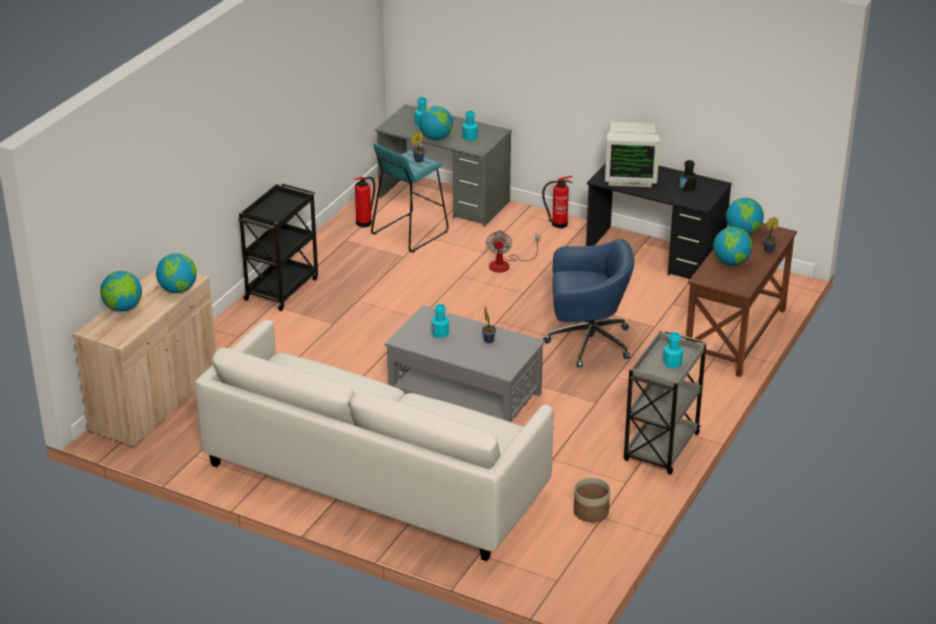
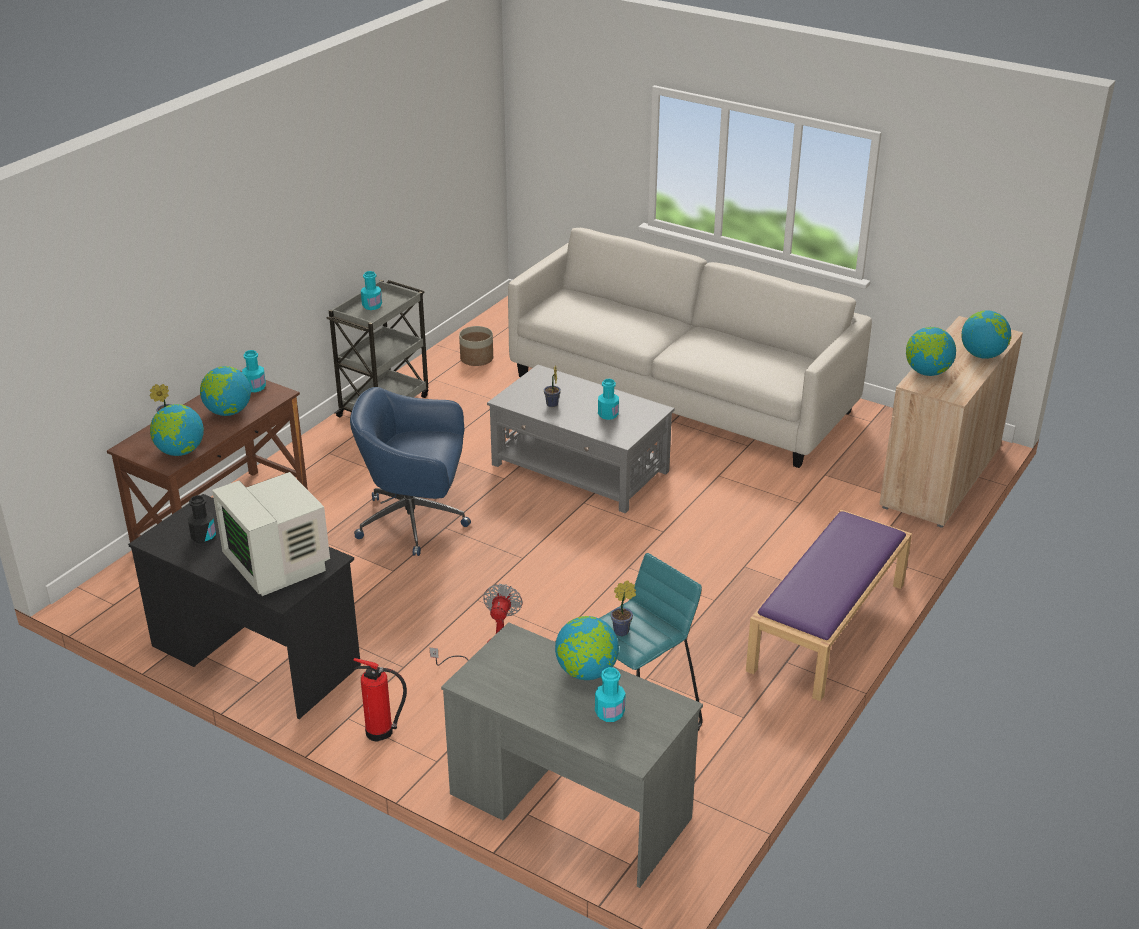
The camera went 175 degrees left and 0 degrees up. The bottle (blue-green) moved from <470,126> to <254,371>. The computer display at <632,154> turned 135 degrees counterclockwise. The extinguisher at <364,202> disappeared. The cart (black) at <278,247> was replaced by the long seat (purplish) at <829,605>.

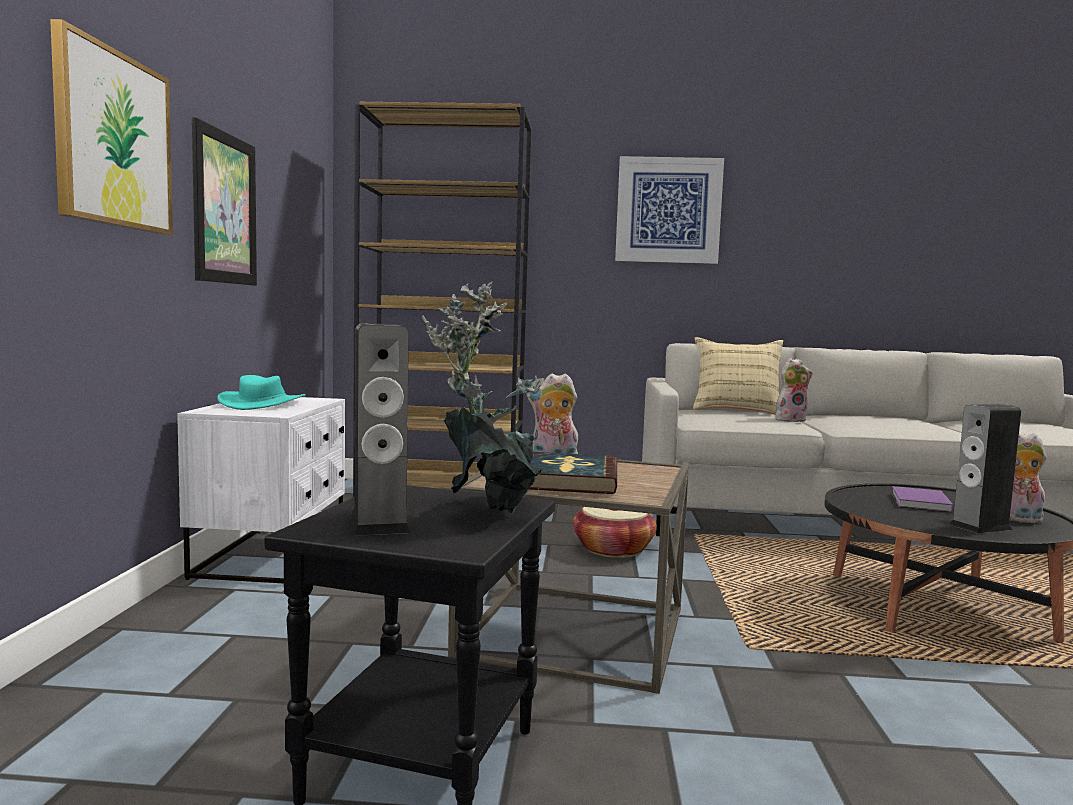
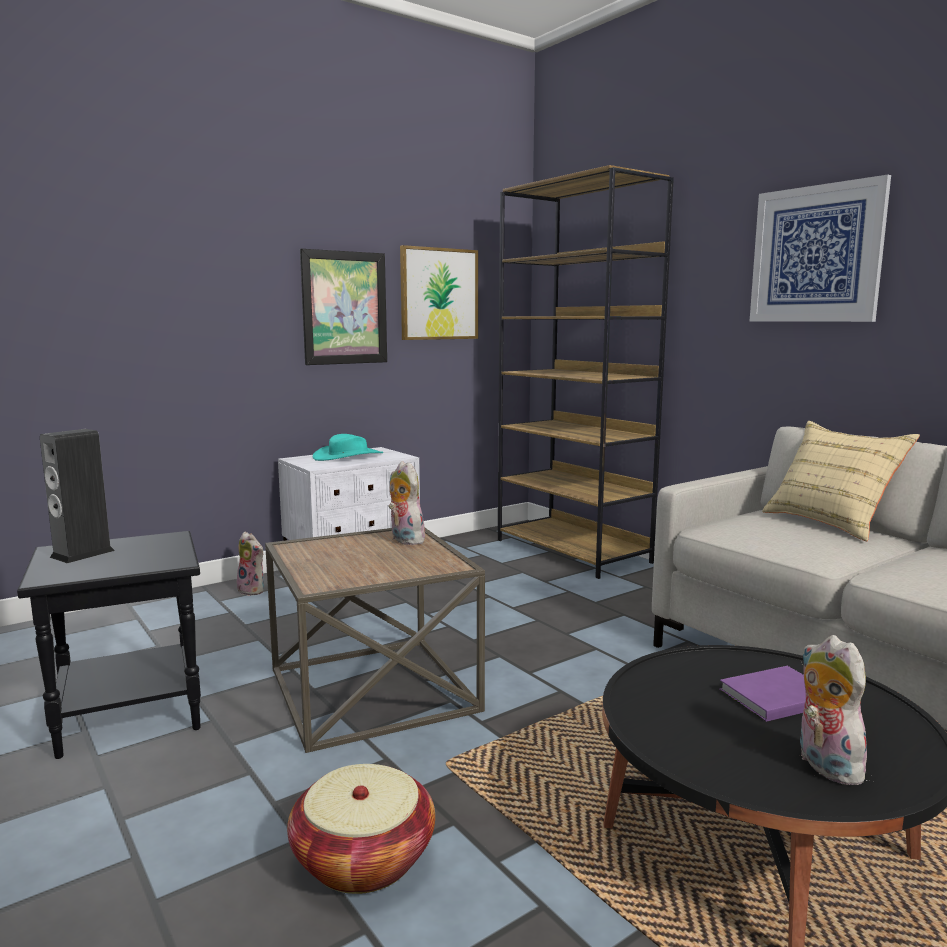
The camera went 50 degrees right and 5 degrees up. The wall picture moved from <111,127> to <439,292>. The plant in a pot at <483,397> disappeared. The cuddly toy moved from <794,390> to <250,564>. The loudspeaker at <985,469> disappeared. The volume at <572,473> disappeared. The household basket moved from <615,532> to <361,829>.

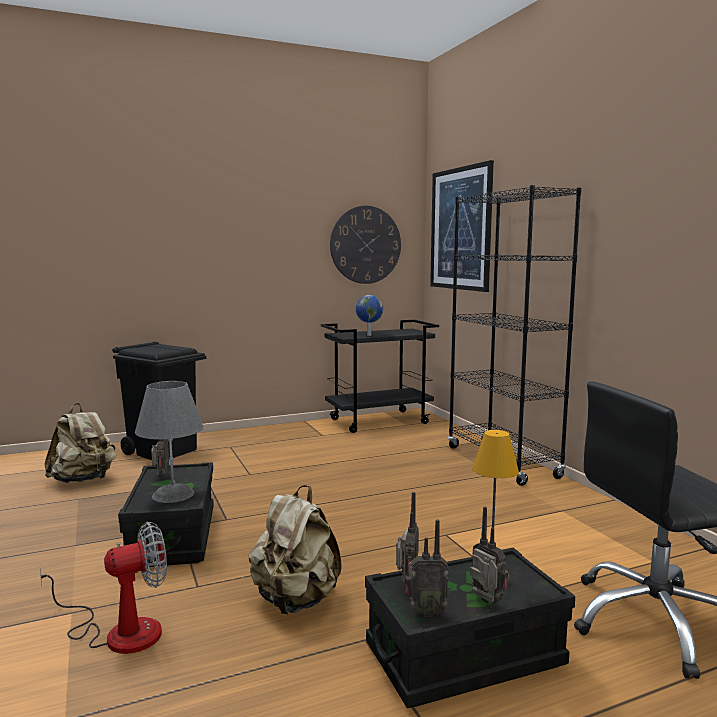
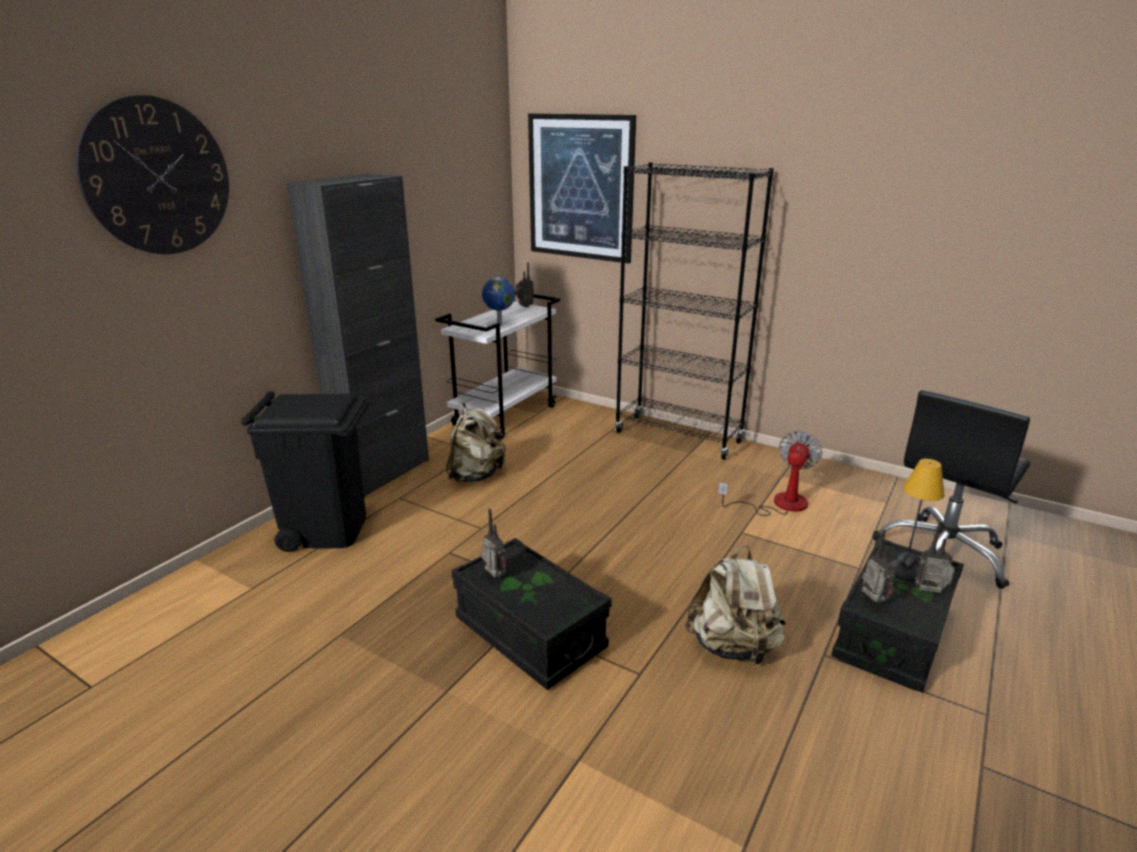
The camera went 35 degrees left and 15 degrees up. The hanging clock moved from <365,245> to <152,174>. The cart (black) at <380,376> became the cart (white-coloured) at <497,365>. The table lamp (grey) at <169,442> disappeared. The backpack (beige) moved from <80,443> to <476,442>. The radio moved from <427,568> to <525,284>. The cooling fan moved from <103,587> to <770,473>. The cabinet (black) at <358,336> appeared.

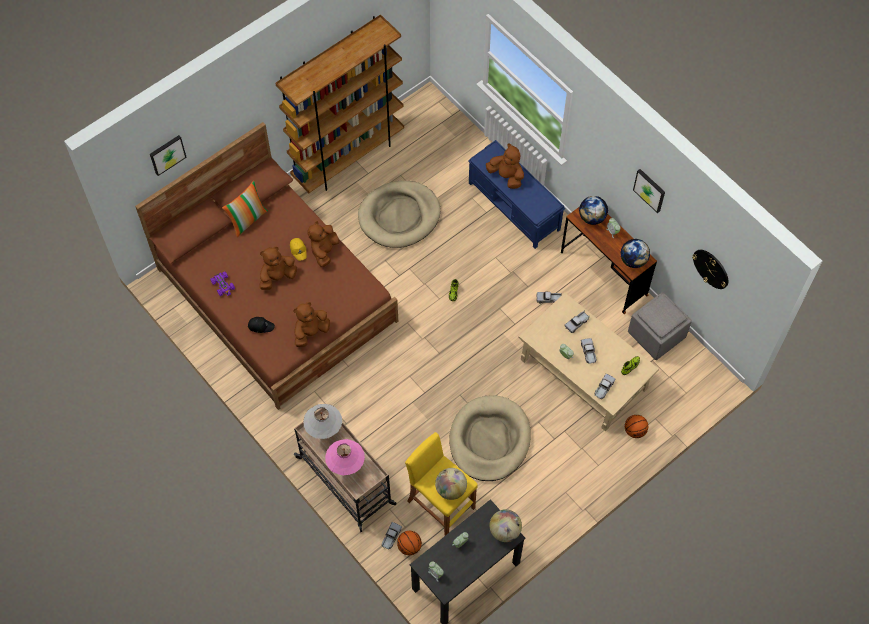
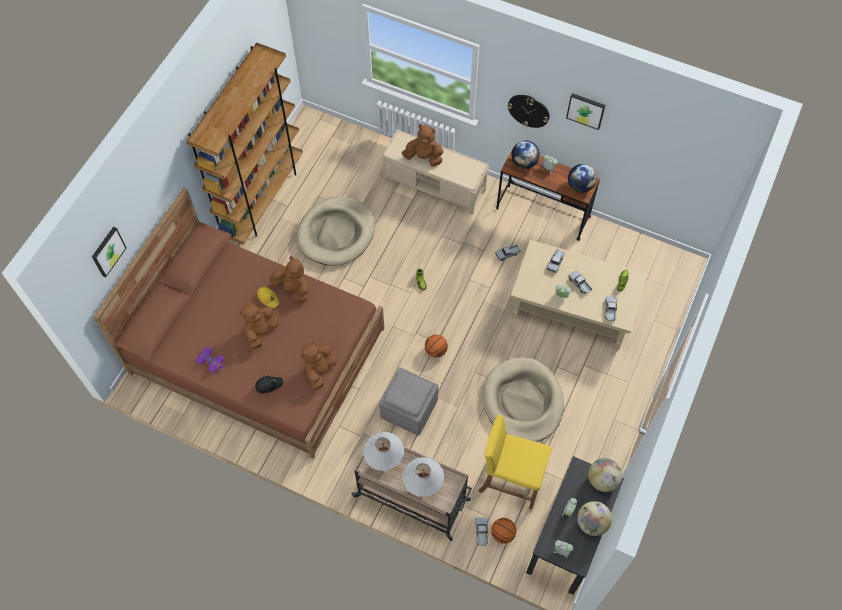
The camera went 25 degrees left and 0 degrees up. The long seat (blue-coloured) at <516,194> became the long seat (beige) at <435,172>. The pillow at <245,209> disappeared. The cuddly toy (brownish) at <323,244> turned 135 degrees clockwise. The hanging clock moved from <710,269> to <528,111>. The footrest (grey) moved from <660,326> to <409,401>. The basketball moved from <636,426> to <436,346>. The table lamp (pink-coloured) at <345,457> became the table lamp (white-coloured) at <423,477>. The world globe moved from <451,484> to <594,518>.

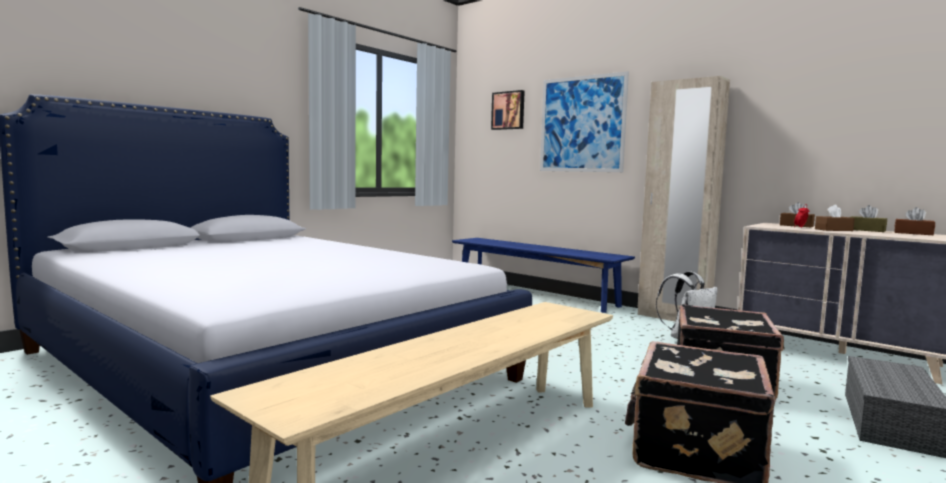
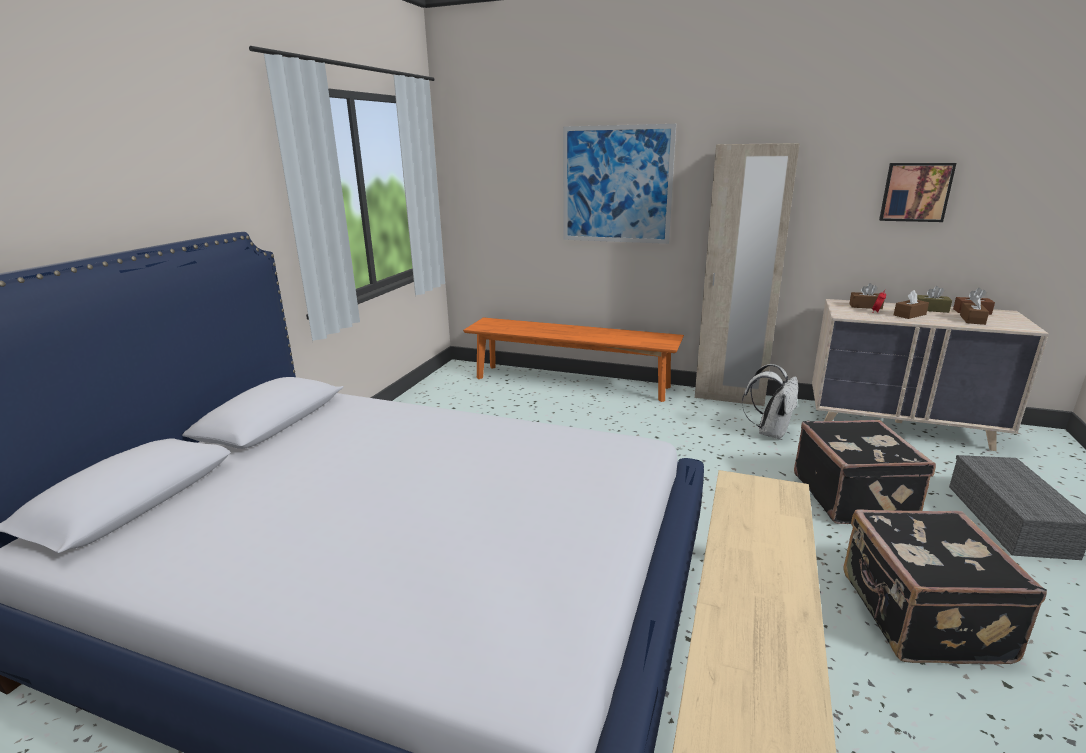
The camera went 20 degrees left and 15 degrees up. The wall picture moved from <508,110> to <917,192>. The long seat (blue-coloured) at <543,275> became the long seat (orangey) at <573,360>. The box of tissues (brownish) at <974,309> appeared.

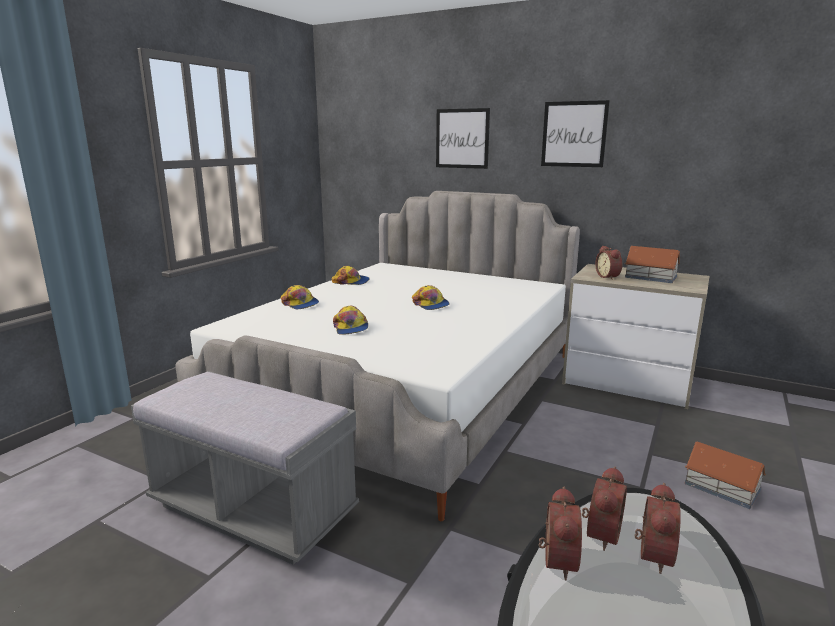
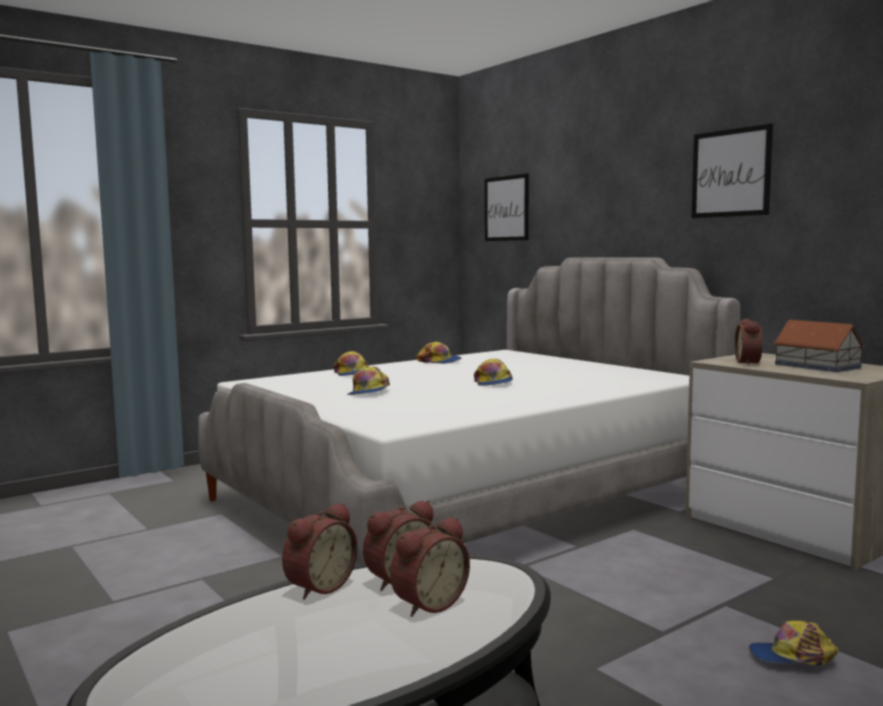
The camera went 25 degrees right and 10 degrees down. The wall picture moved from <463,138> to <507,207>. The long seat (grey) at <245,468> disappeared. The model house at <725,475> was replaced by the peaked cap at <794,643>.

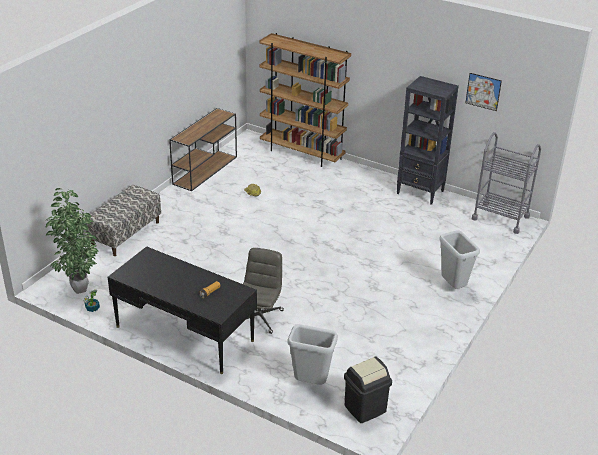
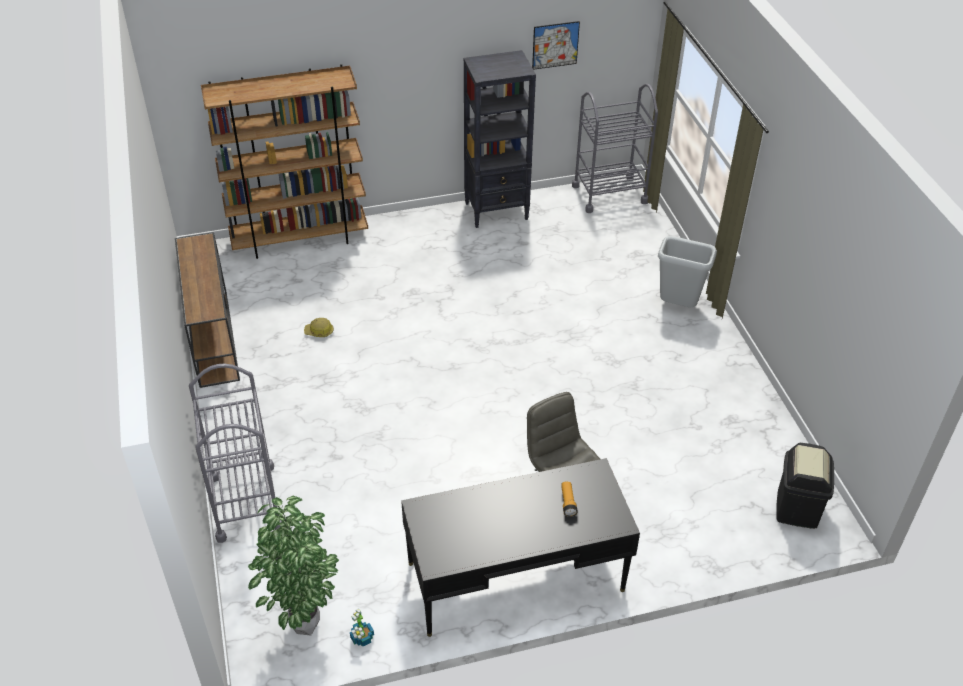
The camera went 45 degrees left and 10 degrees up. The long seat at <123,220> was replaced by the cart (grey) at <235,453>. The rubbish bin (grey) at <313,354> disappeared.

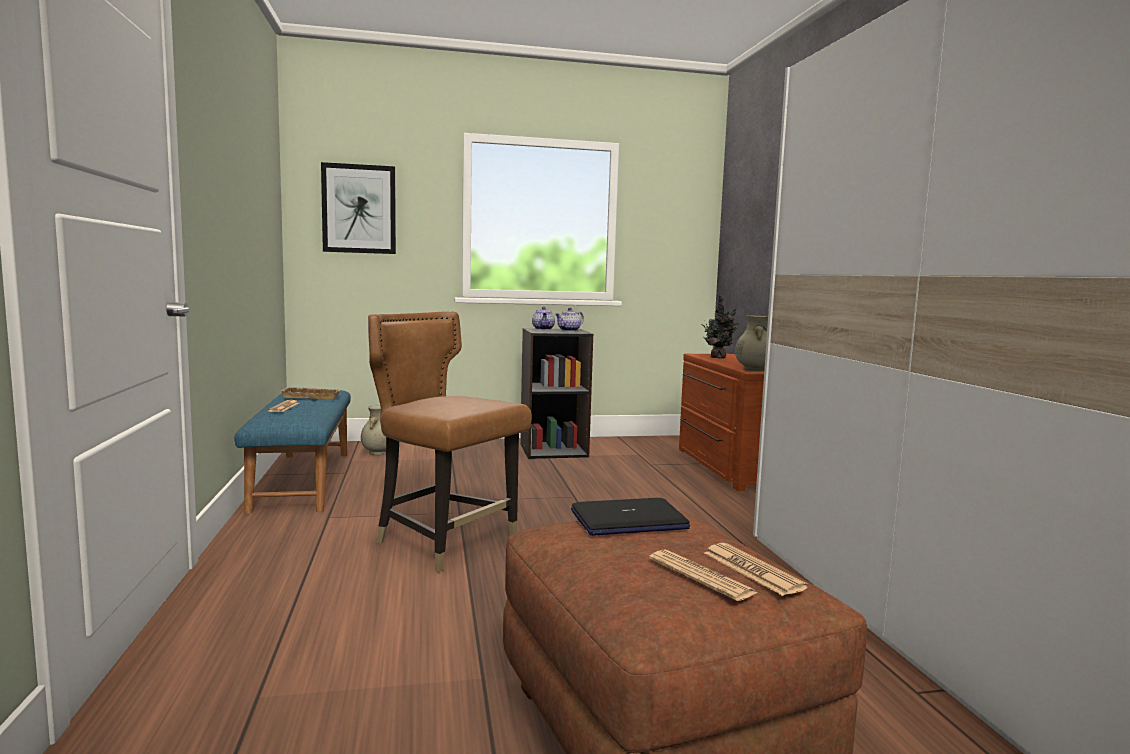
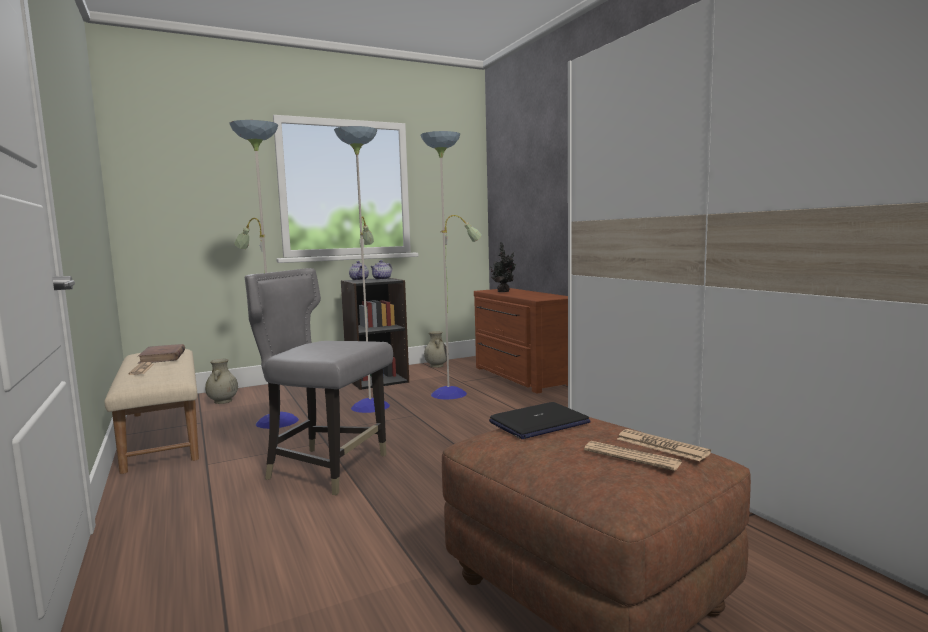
The camera went 15 degrees left and 0 degrees up. The wall picture at <358,208> disappeared. The plain chair (brownish) at <450,442> became the plain chair (grey) at <319,381>. The vase (beige) moved from <751,343> to <436,349>. The tray (beige) at <311,393> was replaced by the volume (brownish) at <161,354>. The long seat (blue-coloured) at <292,452> became the long seat (beige) at <152,411>. The standing lamp at <355,274> appeared.

